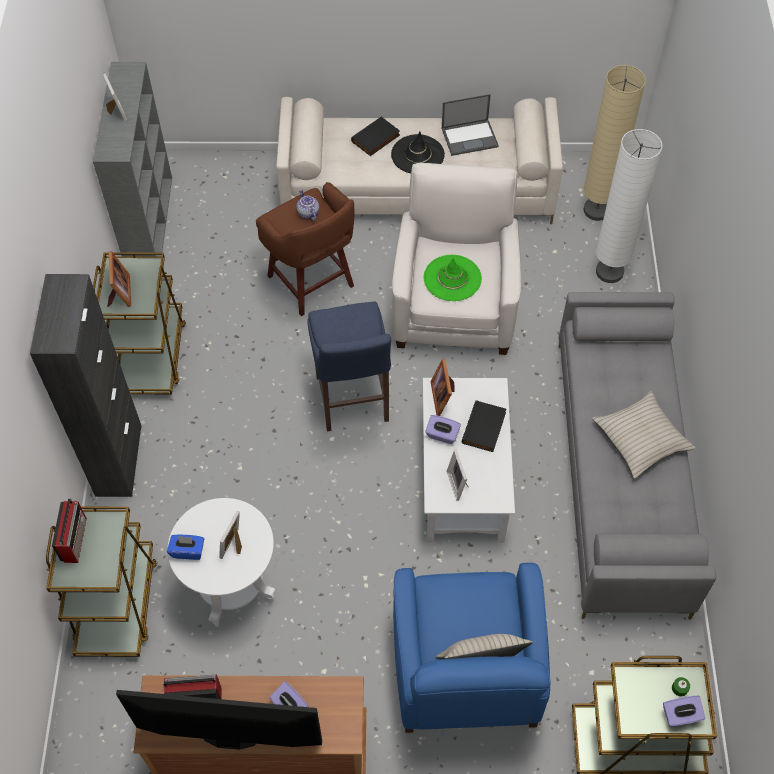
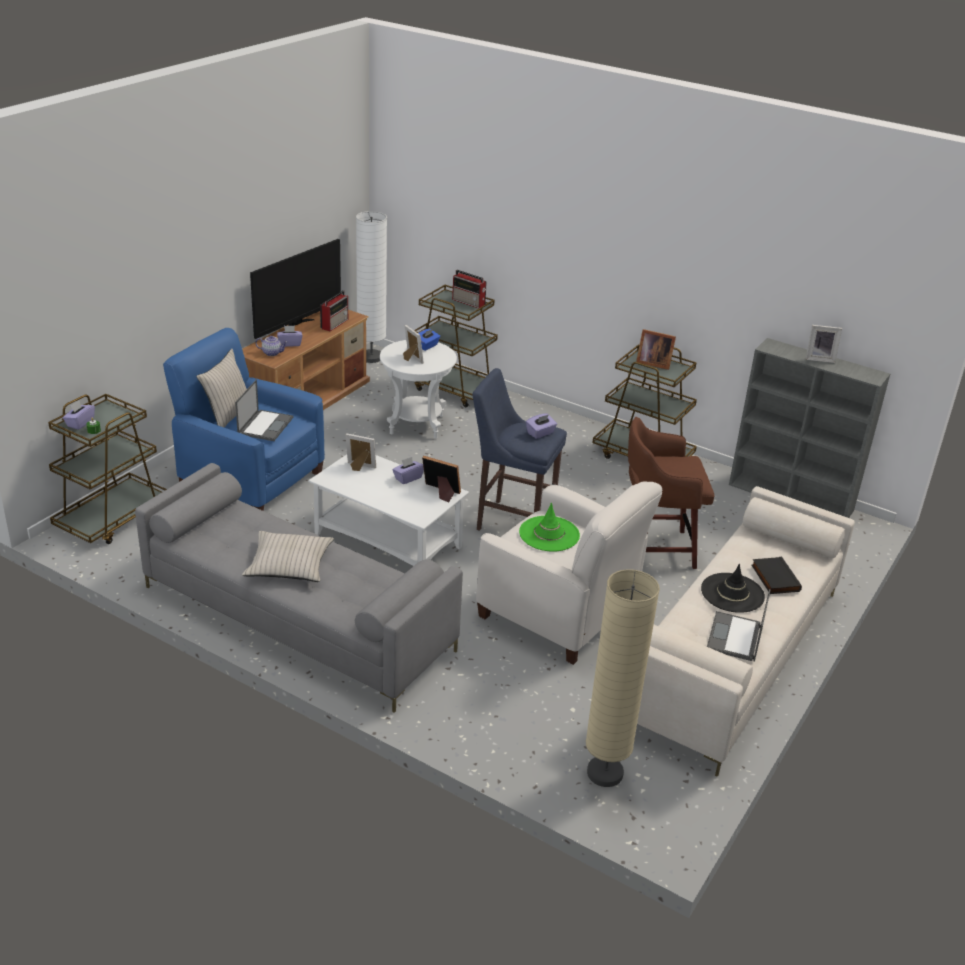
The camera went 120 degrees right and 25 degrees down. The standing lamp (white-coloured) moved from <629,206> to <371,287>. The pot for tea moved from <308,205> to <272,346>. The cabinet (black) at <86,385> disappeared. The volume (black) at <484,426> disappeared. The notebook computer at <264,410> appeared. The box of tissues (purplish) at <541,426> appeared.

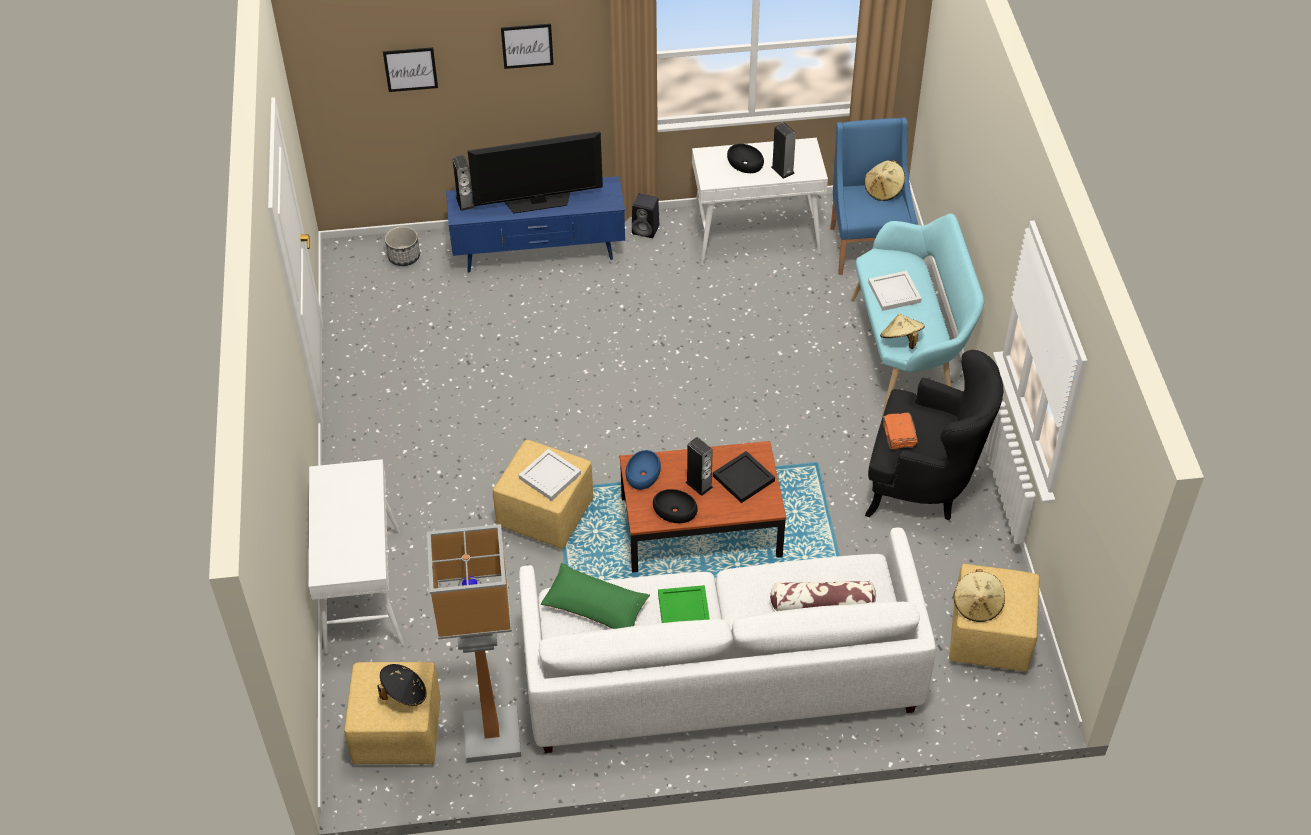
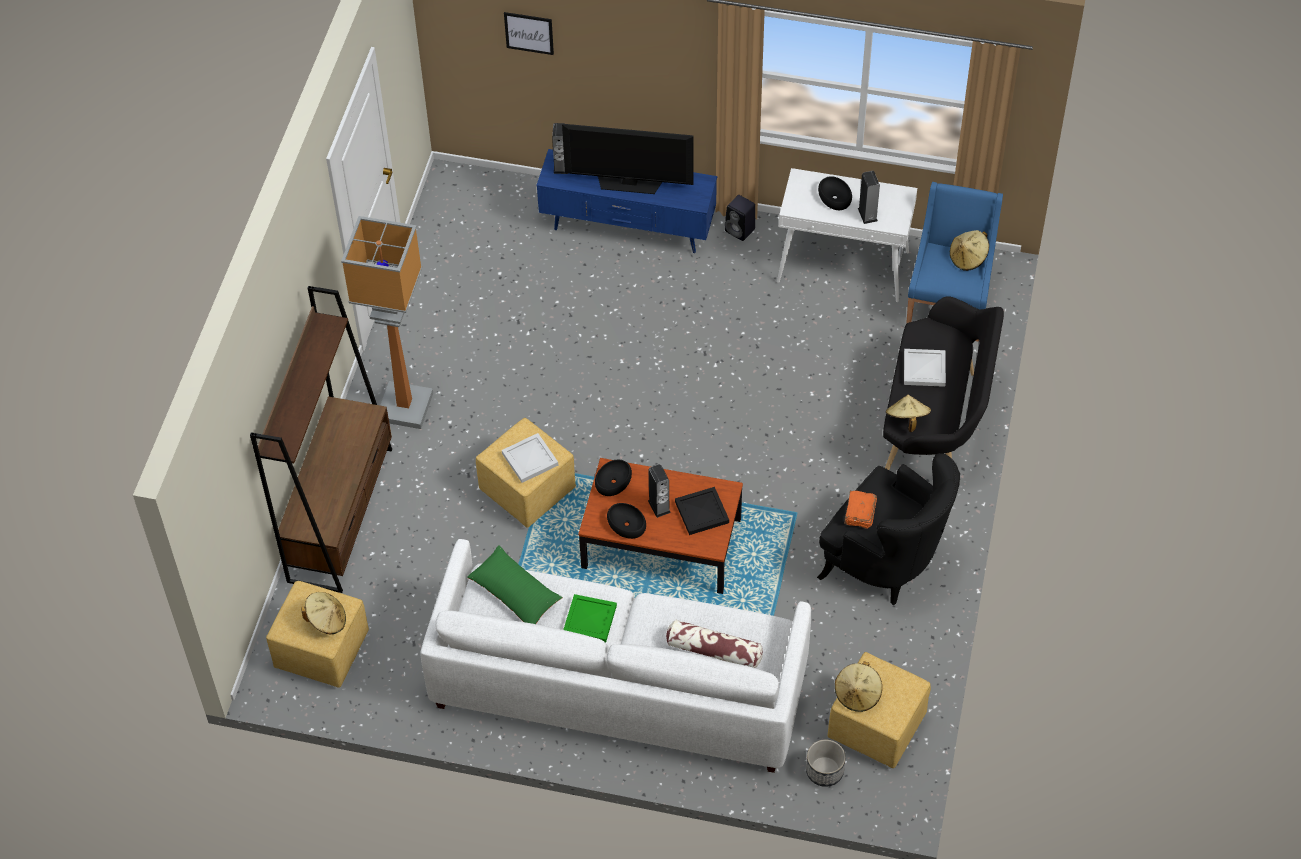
The camera went 20 degrees right and 5 degrees up. The wall picture at <527,46> disappeared. The long seat (blue-green) at <917,314> became the long seat (black) at <943,383>. The planter moved from <402,246> to <826,763>. The serving bowl (blue-coloured) at <643,470> became the serving bowl (black) at <613,478>. The narrow table (white-coloured) at <356,556> was replaced by the bookcase (brownish) at <321,439>. The standing lamp moved from <474,643> to <387,322>. The wearable hat (black) at <402,685> became the wearable hat (beige) at <323,613>.

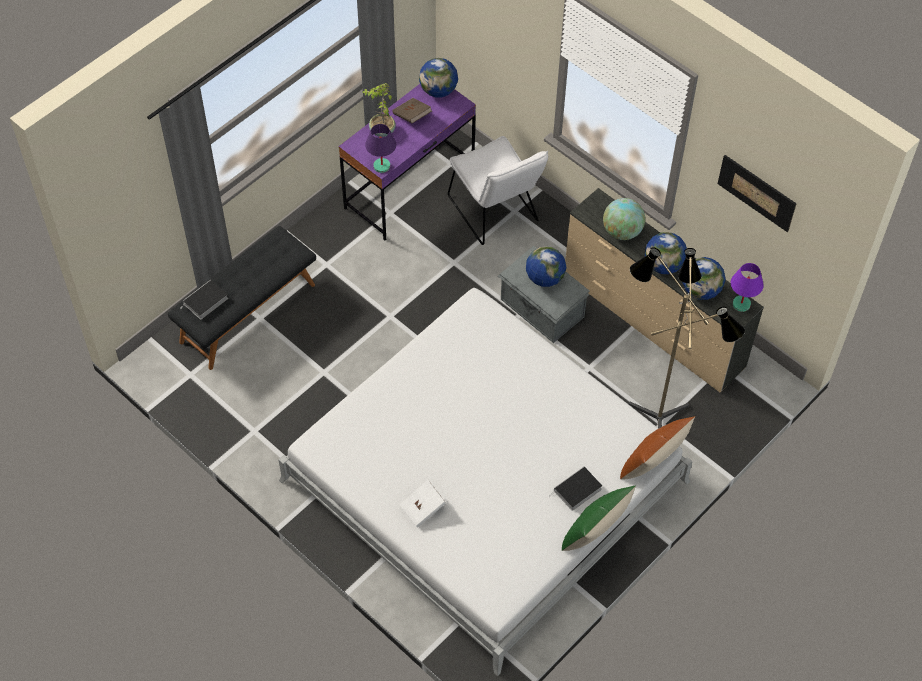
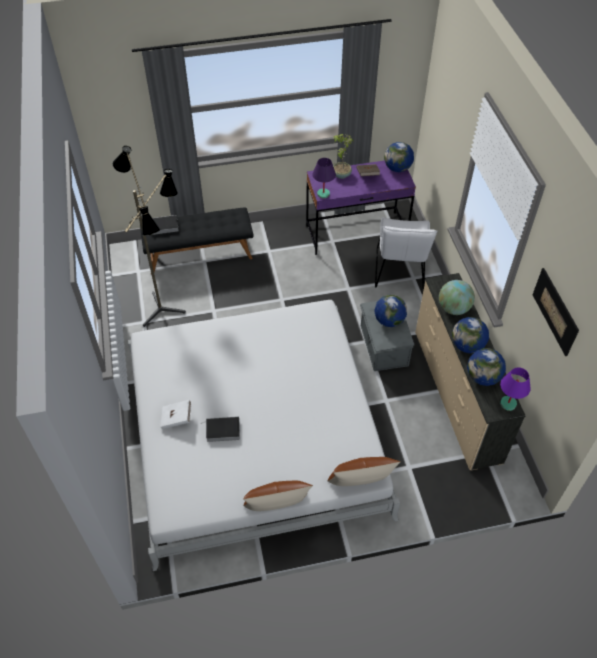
The camera went 35 degrees right and 5 degrees down. The standing lamp moved from <686,337> to <149,236>. The volume moved from <575,489> to <220,429>. The pillow (greenish) at <599,518> became the pillow (brownish) at <278,496>.

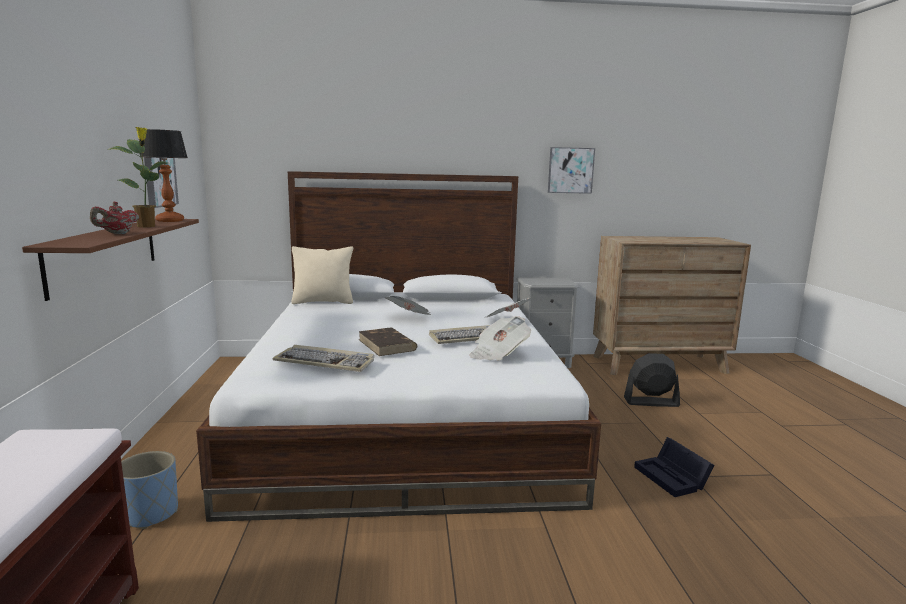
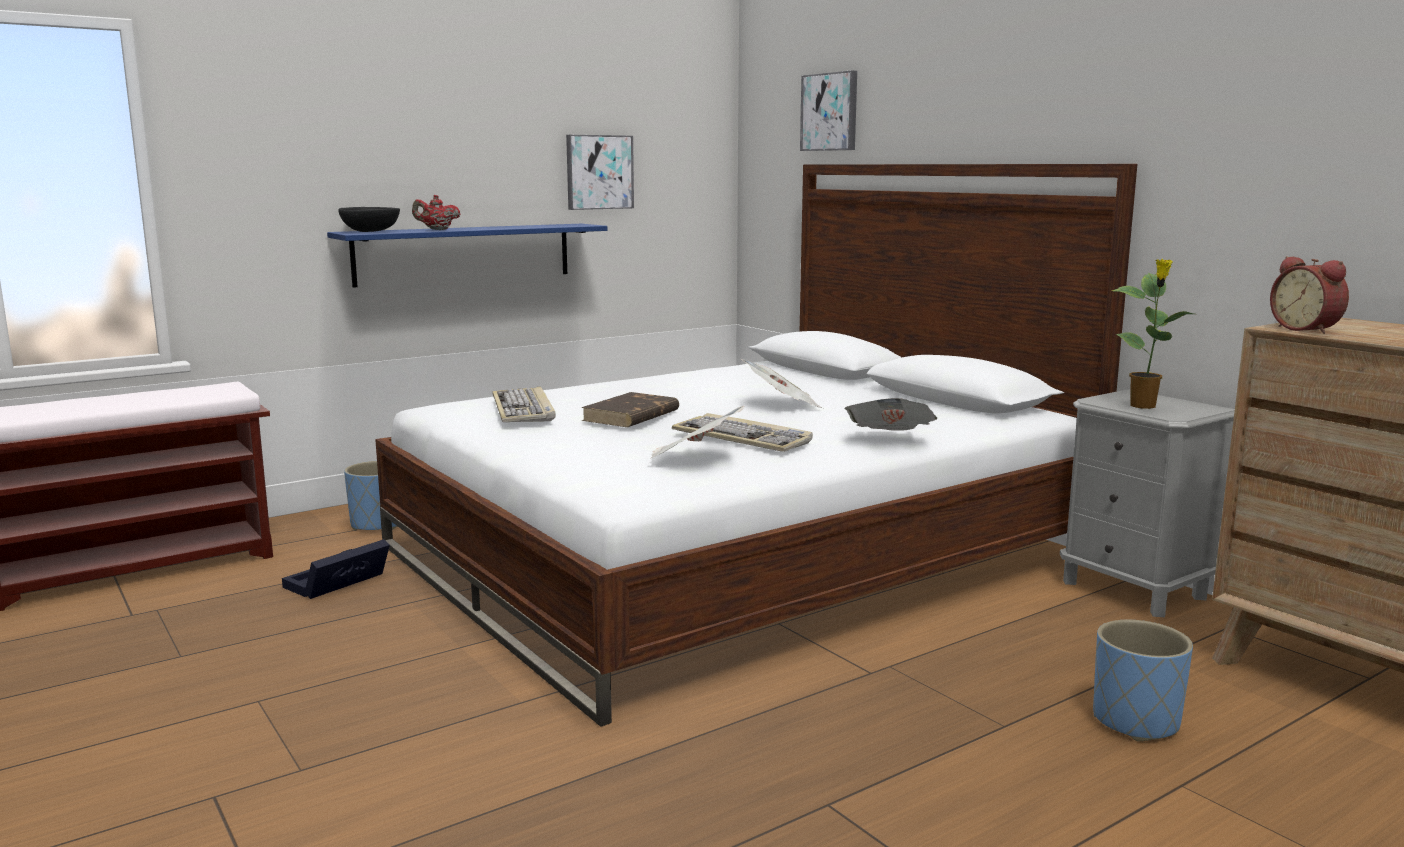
The camera went 60 degrees right and 0 degrees up. The plant in a pot moved from <138,177> to <1153,334>. The table lamp at <164,175> disappeared. The wall picture moved from <571,170> to <828,110>. The wall shelf (brownish) at <110,260> became the wall shelf (blue-coloured) at <467,256>. The pillow (beige) at <322,275> disappeared. The cooling fan (black) at <652,380> was replaced by the planter (blue-coloured) at <1143,680>. The storage container (black) moved from <674,467> to <336,569>. The serving bowl (black) at <369,219> appeared. The alarm clock at <1309,295> appeared.

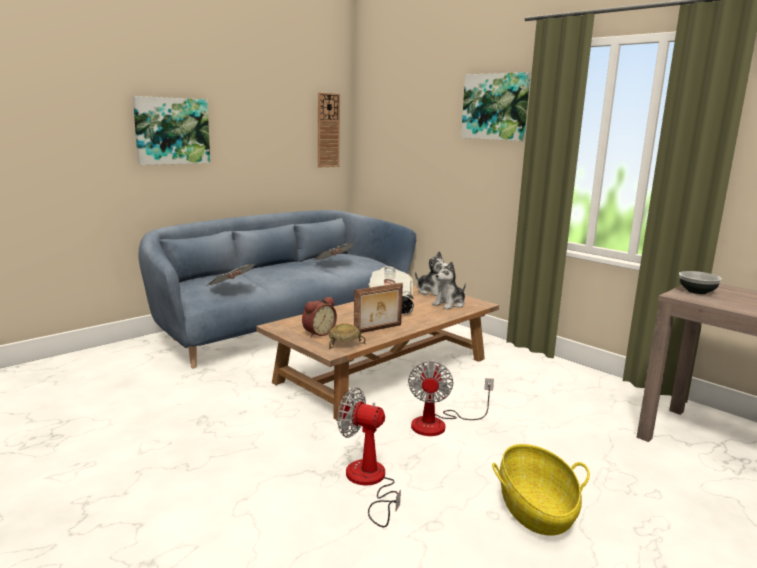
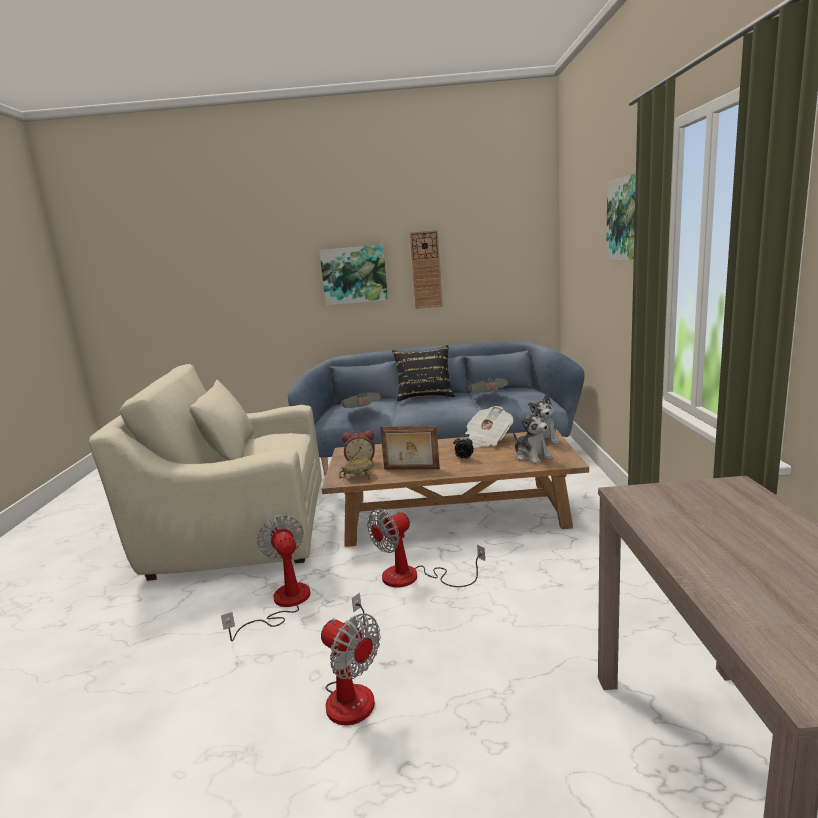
The camera went 45 degrees right and 0 degrees up. The hanging clock moved from <329,130> to <426,269>. The cuddly toy at <449,285> turned 120 degrees counterclockwise. The serving bowl at <700,282> disappeared. The household basket at <541,490> was replaced by the cooling fan at <351,659>. The pillow (black) at <423,373> appeared. The easy chair (beige) at <205,472> appeared.

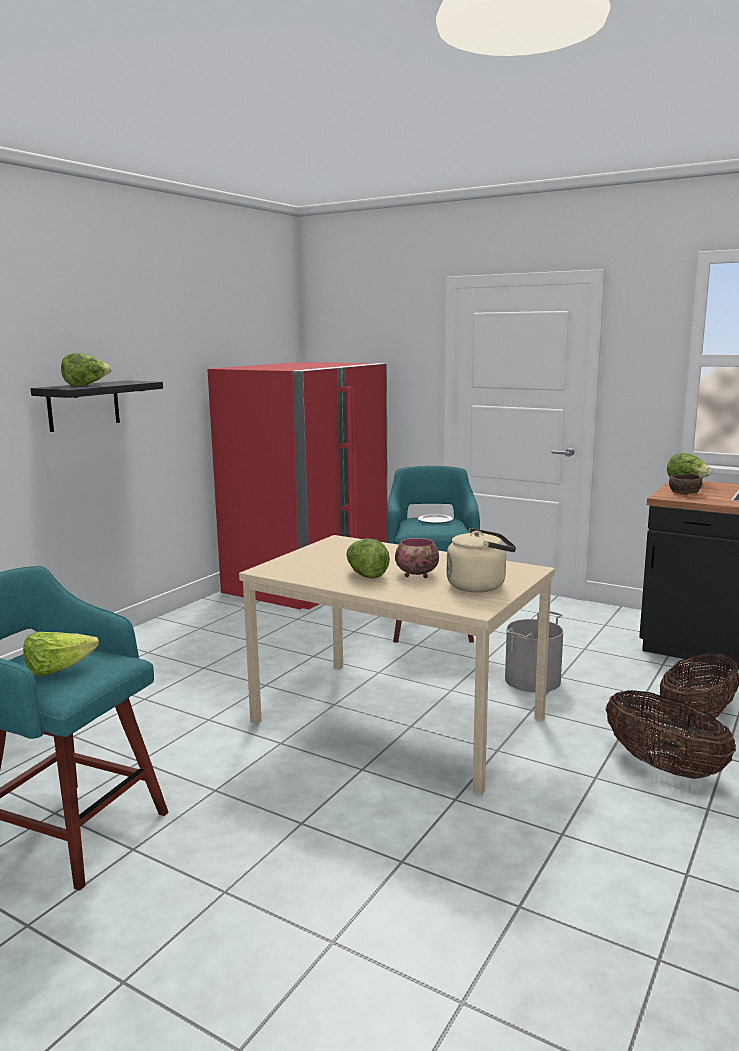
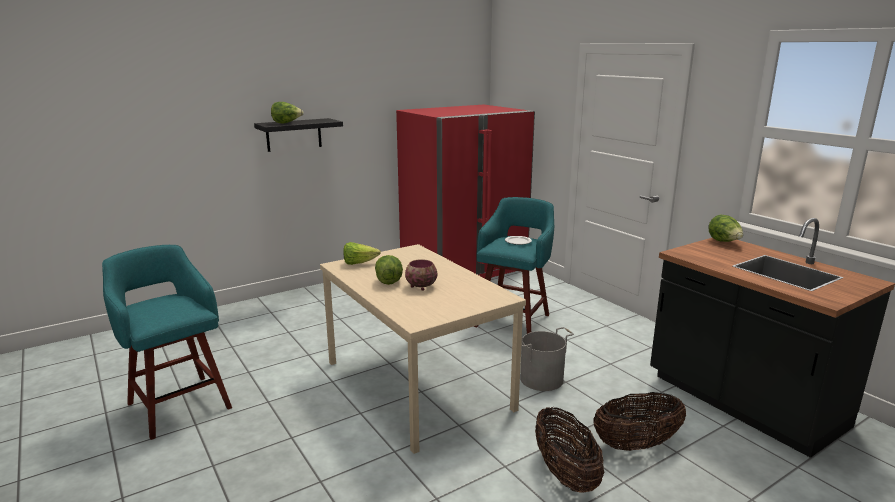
The camera went 25 degrees right and 5 degrees up. The serving bowl (brownish) at <685,484> disappeared. The tea kettle (beige) at <481,560> disappeared. The lettuce moved from <61,654> to <362,253>.

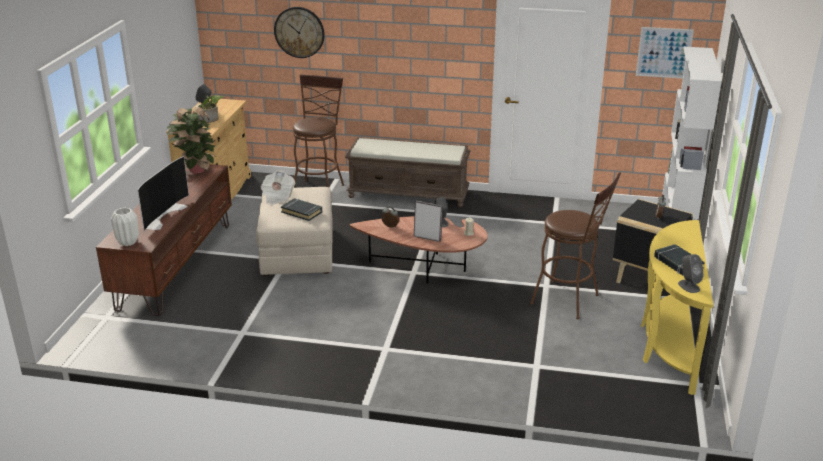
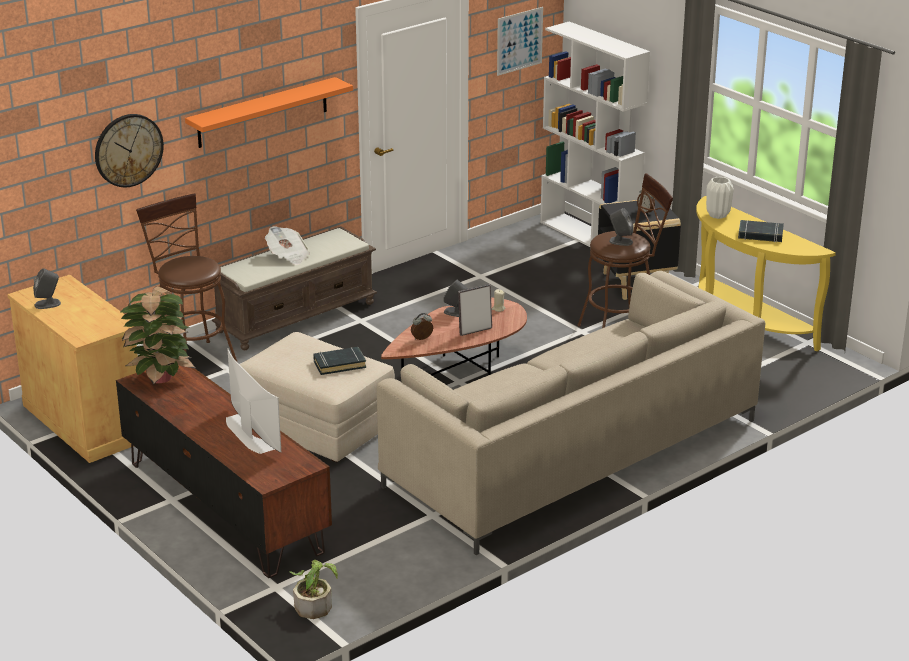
The camera went 50 degrees left and 0 degrees up. The plant in a pot moved from <209,109> to <313,589>. The printed paper moved from <278,188> to <287,245>. The vase (white-coloured) moved from <125,227> to <719,198>. The loudspeaker (grey) moved from <691,273> to <621,227>. The wall shelf (orangey) at <269,112> appeared. The settee (beige) at <571,413> appeared.

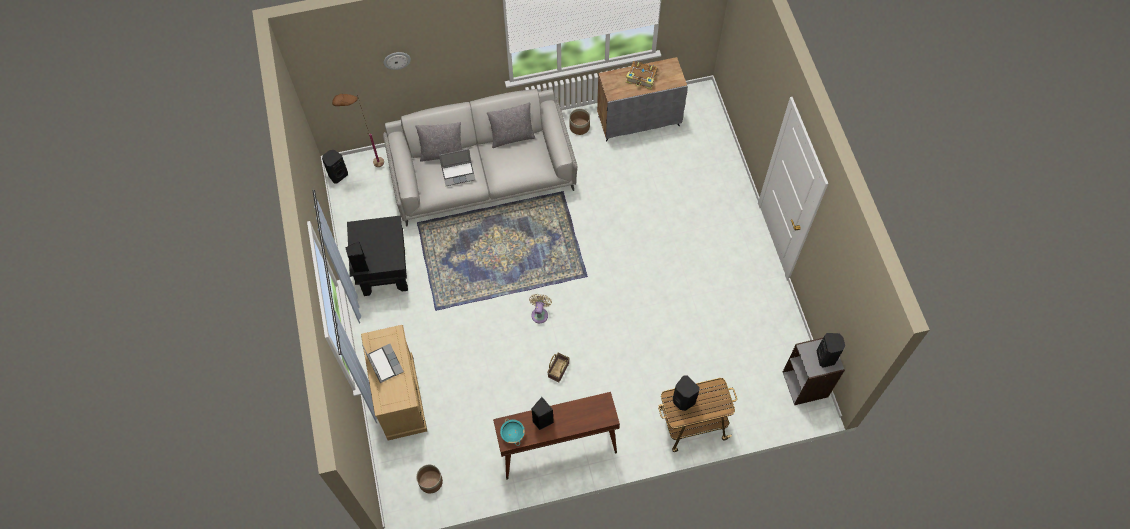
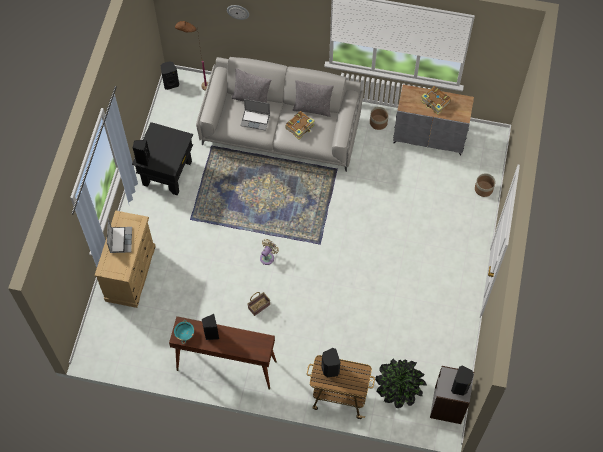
The camera went 25 degrees right and 0 degrees up. The planter moved from <429,479> to <485,185>. The volume at <300,125> appeared. The plant in a pot at <401,383> appeared.

